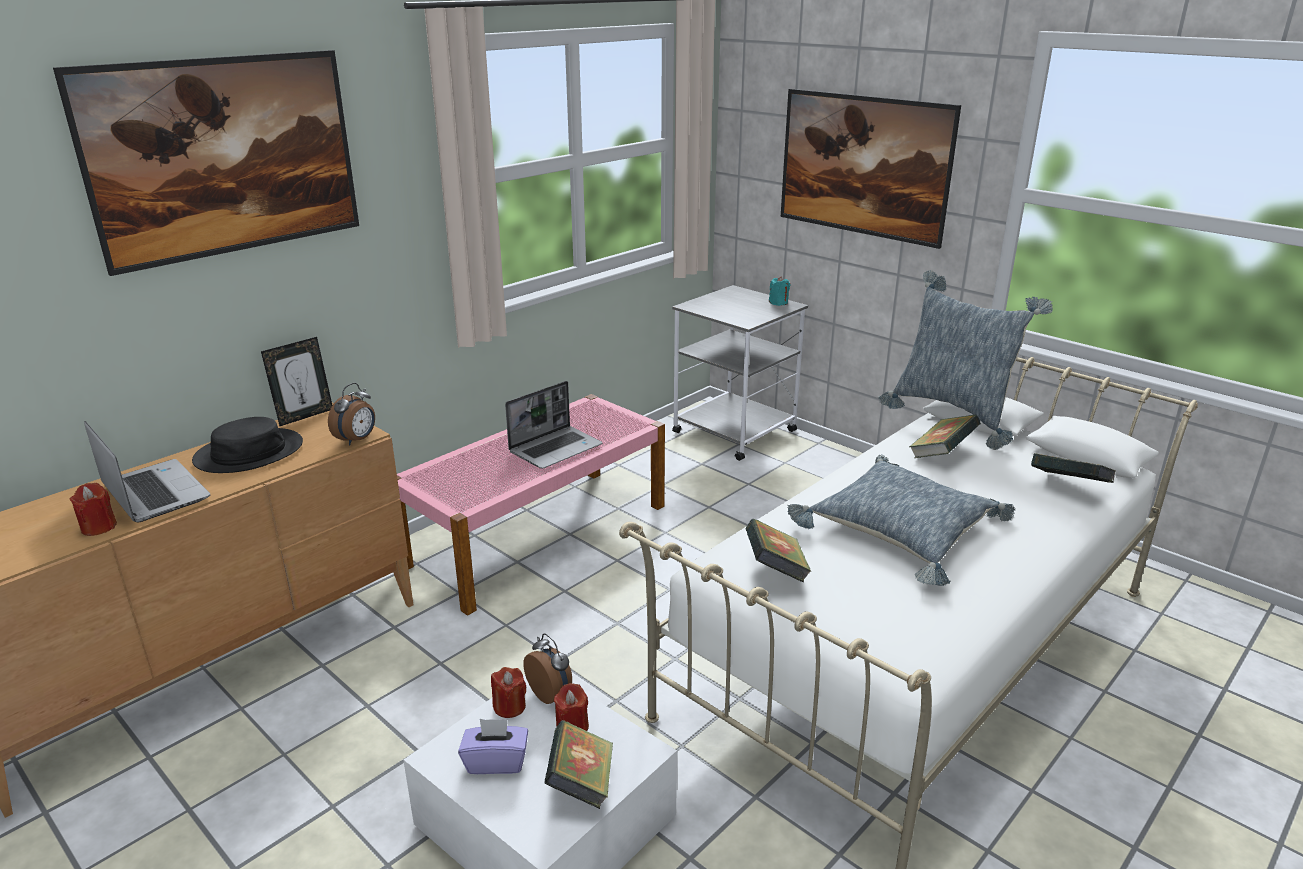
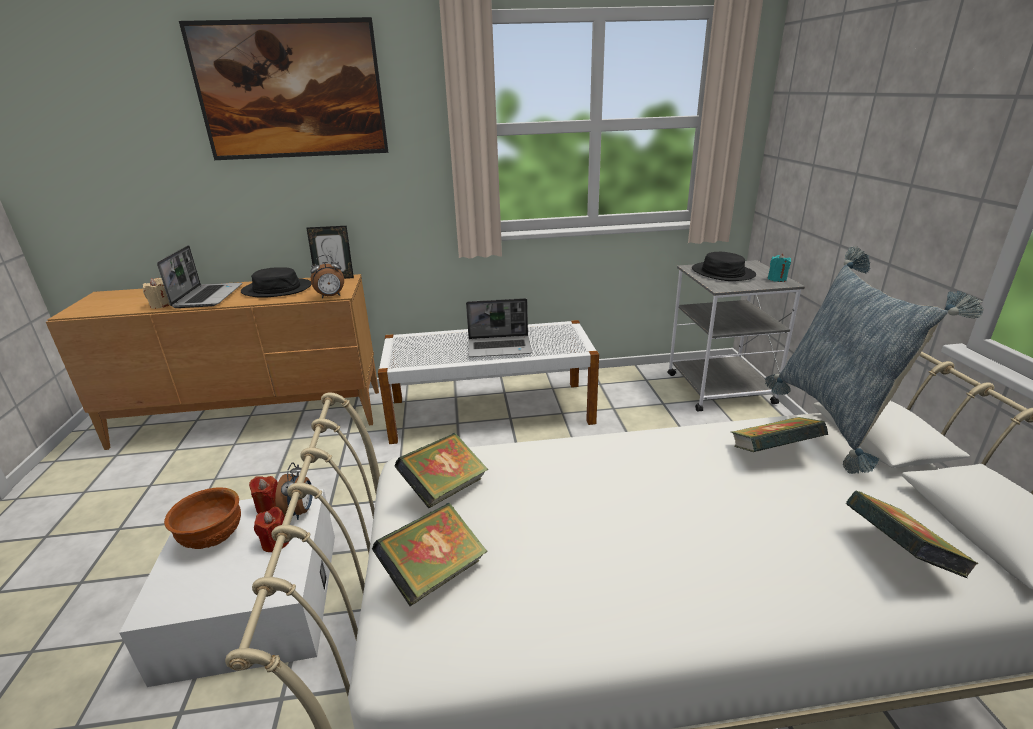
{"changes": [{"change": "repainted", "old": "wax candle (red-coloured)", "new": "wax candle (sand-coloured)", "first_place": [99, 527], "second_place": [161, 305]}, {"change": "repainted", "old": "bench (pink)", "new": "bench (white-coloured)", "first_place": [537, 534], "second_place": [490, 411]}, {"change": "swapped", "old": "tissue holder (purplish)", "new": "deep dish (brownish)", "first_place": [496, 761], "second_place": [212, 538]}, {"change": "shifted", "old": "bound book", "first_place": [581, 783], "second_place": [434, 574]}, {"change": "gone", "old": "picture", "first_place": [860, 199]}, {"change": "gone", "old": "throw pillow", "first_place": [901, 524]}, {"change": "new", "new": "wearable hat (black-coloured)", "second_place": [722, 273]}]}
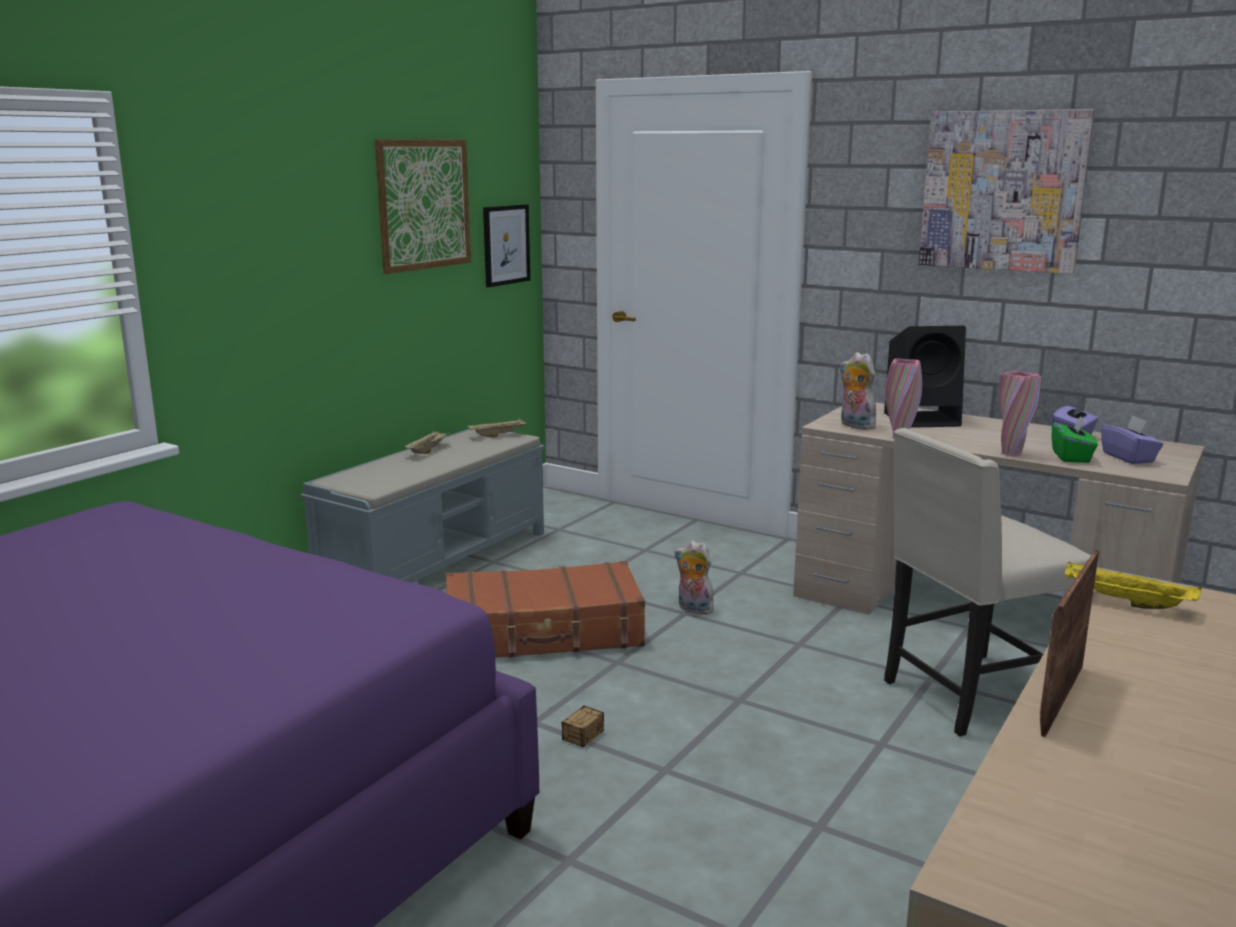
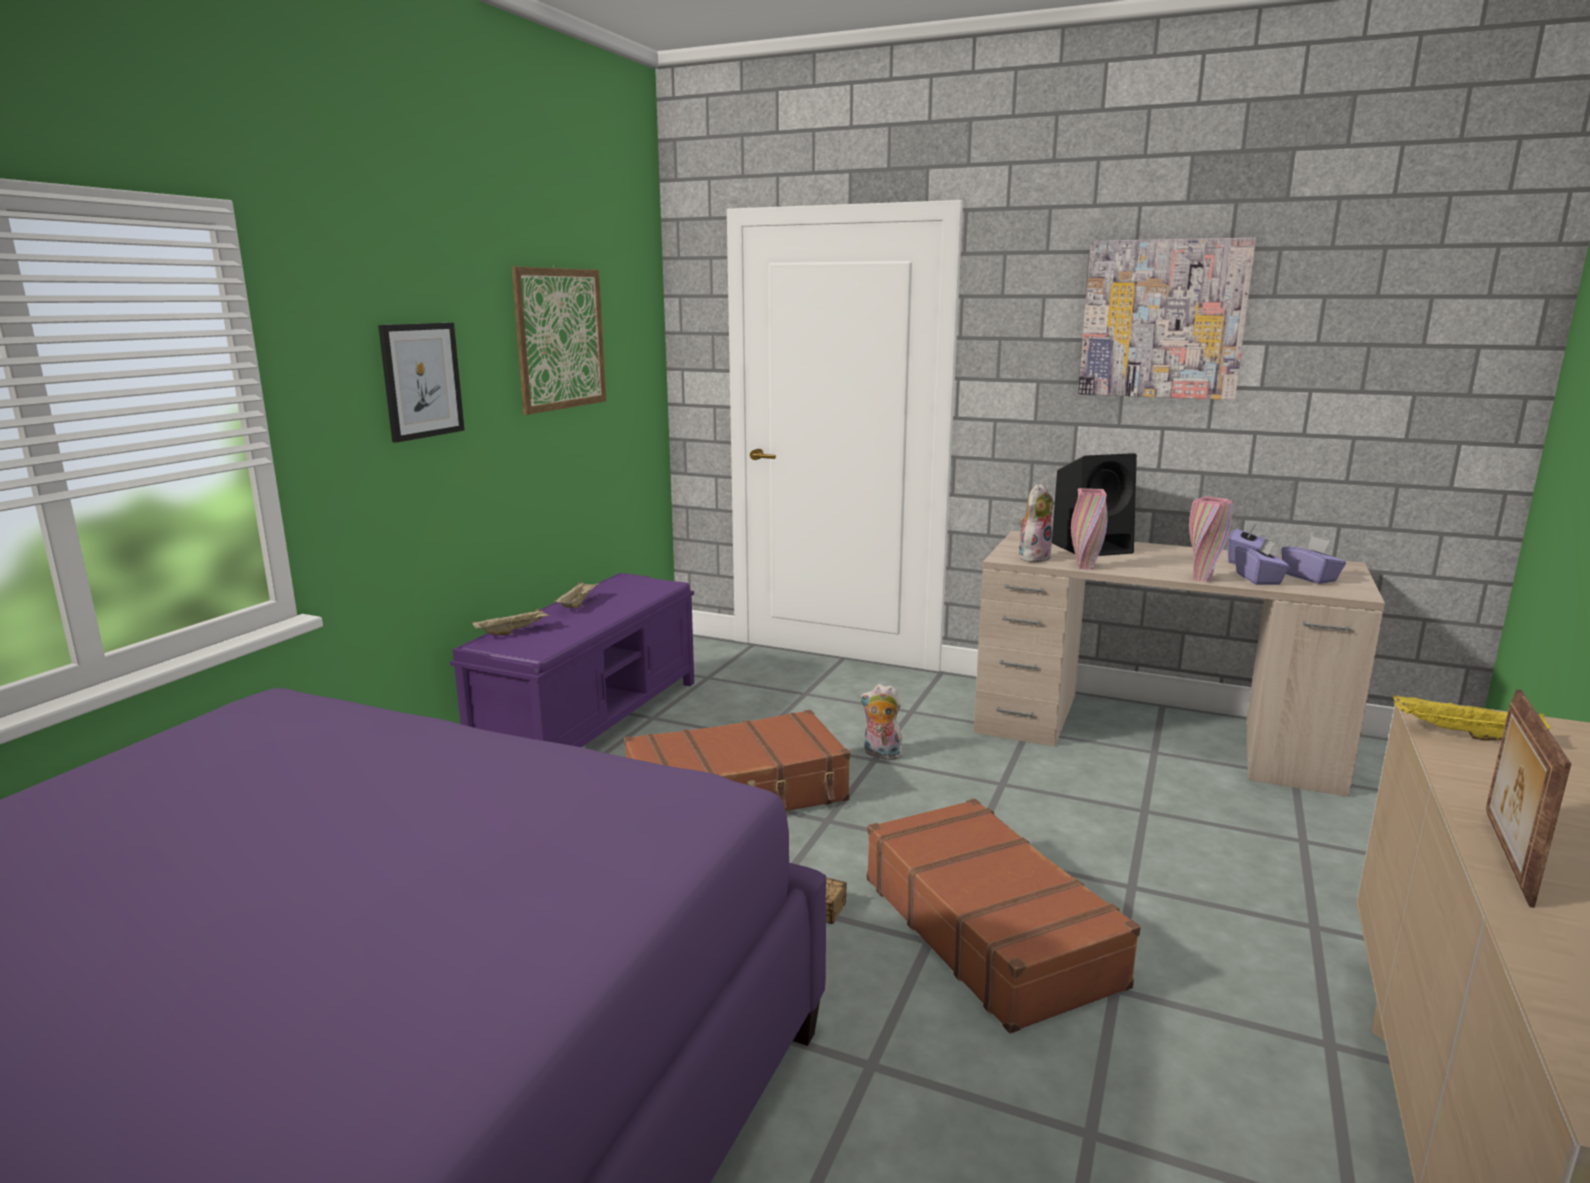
{"changes": [{"change": "repainted", "old": "bench (gray)", "new": "bench (purplish)", "first_place": [438, 561], "second_place": [592, 722]}, {"change": "shifted", "old": "carrying tray (sand-coloured)", "first_place": [499, 435], "second_place": [513, 631]}, {"change": "shifted", "old": "picture", "first_place": [506, 245], "second_place": [421, 380]}, {"change": "rotated", "old": "cuddly toy", "first_place": [854, 425], "second_place": [1033, 557], "degrees": 90}, {"change": "gone", "old": "plain chair (sand-coloured)", "first_place": [970, 696]}, {"change": "repainted", "old": "tissue holder (green)", "new": "tissue holder (purplish)", "first_place": [1071, 457], "second_place": [1259, 579]}, {"change": "new", "new": "suitcase (brownish)", "second_place": [989, 929]}]}
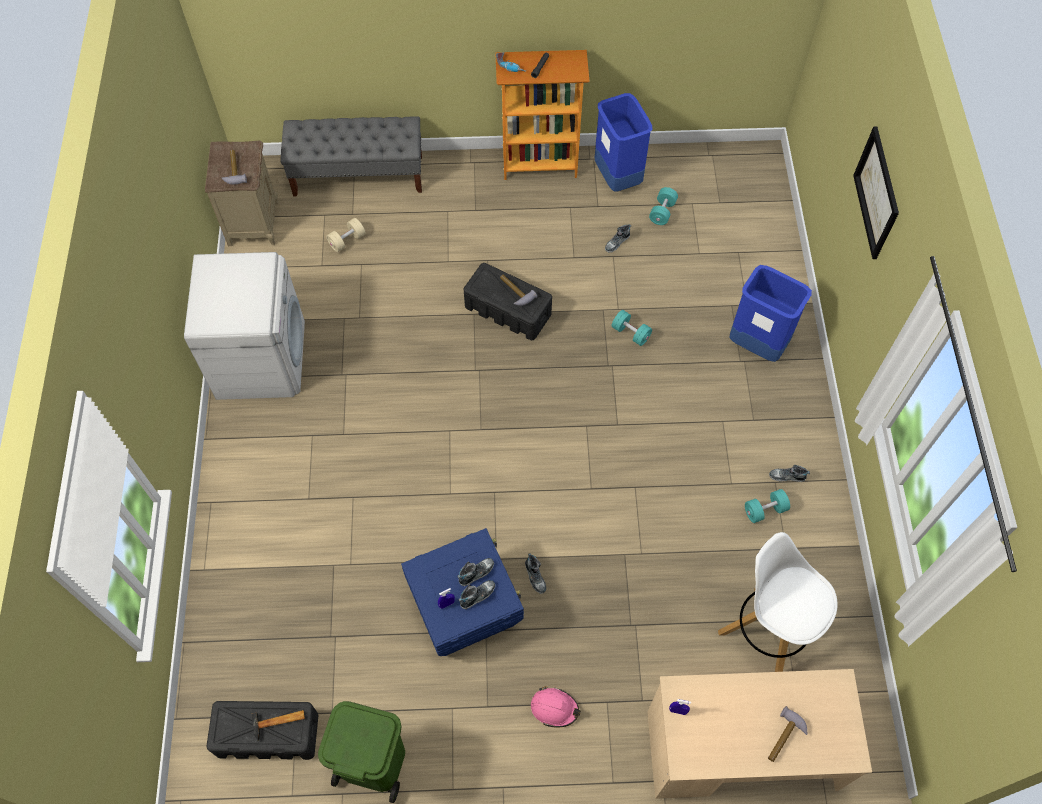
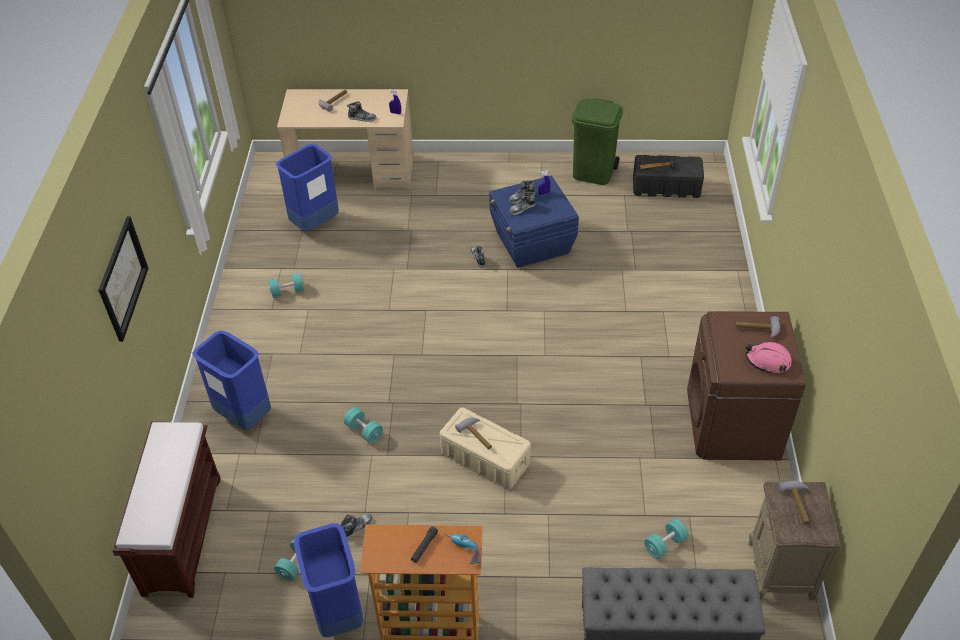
{"changes": [{"change": "repainted", "old": "laundry appliance (white-coloured)", "new": "laundry appliance (brownish)", "first_place": [262, 357], "second_place": [731, 423]}, {"change": "repainted", "old": "free weight (sand-coloured)", "new": "free weight (blue-green)", "first_place": [347, 240], "second_place": [665, 544]}, {"change": "repainted", "old": "storage box (black-coloured)", "new": "storage box (sand-coloured)", "first_place": [508, 311], "second_place": [484, 458]}, {"change": "shifted", "old": "hard hat (pink)", "first_place": [554, 708], "second_place": [767, 361]}, {"change": "swapped", "old": "stool seat (white-coloured)", "new": "waste bin (blue)", "first_place": [765, 633], "second_place": [315, 223]}, {"change": "shifted", "old": "item of footwear", "first_place": [787, 476], "second_place": [362, 118]}, {"change": "new", "new": "bench (brownish)", "second_place": [182, 533]}, {"change": "new", "new": "tool hammer", "second_place": [757, 329]}]}
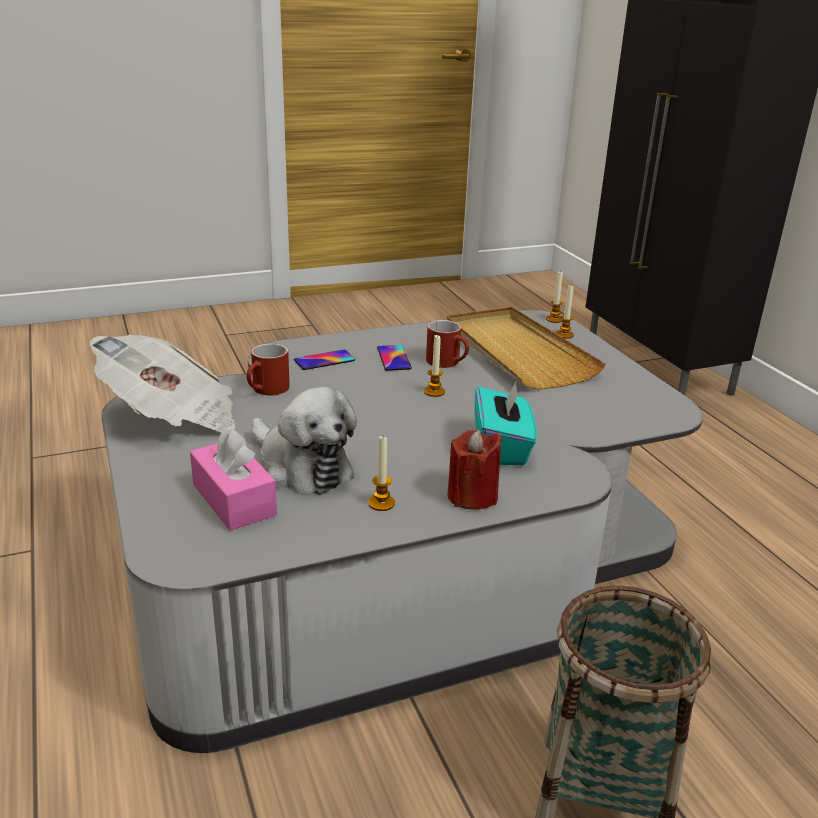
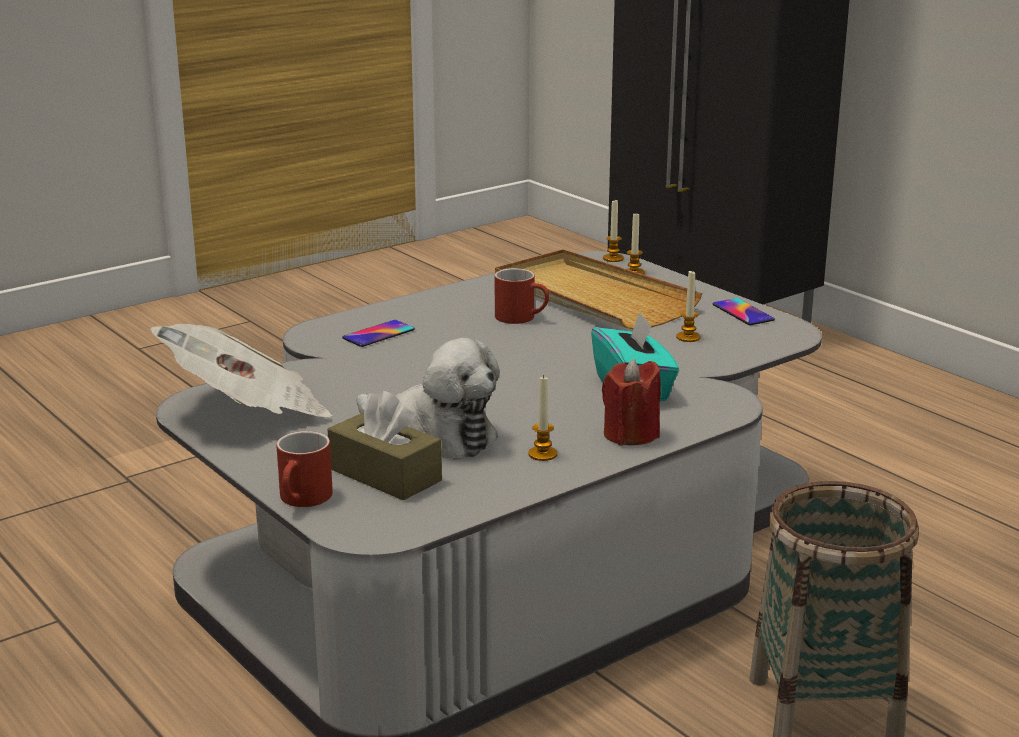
{"changes": [{"change": "repainted", "old": "tissue holder (pink)", "new": "tissue holder (brownish)", "first_place": [234, 500], "second_place": [385, 475]}, {"change": "shifted", "old": "coffee mug (red-coloured)", "first_place": [267, 390], "second_place": [304, 500]}, {"change": "shifted", "old": "phone", "first_place": [394, 358], "second_place": [743, 312]}, {"change": "shifted", "old": "wax candle", "first_place": [434, 392], "second_place": [688, 337]}]}
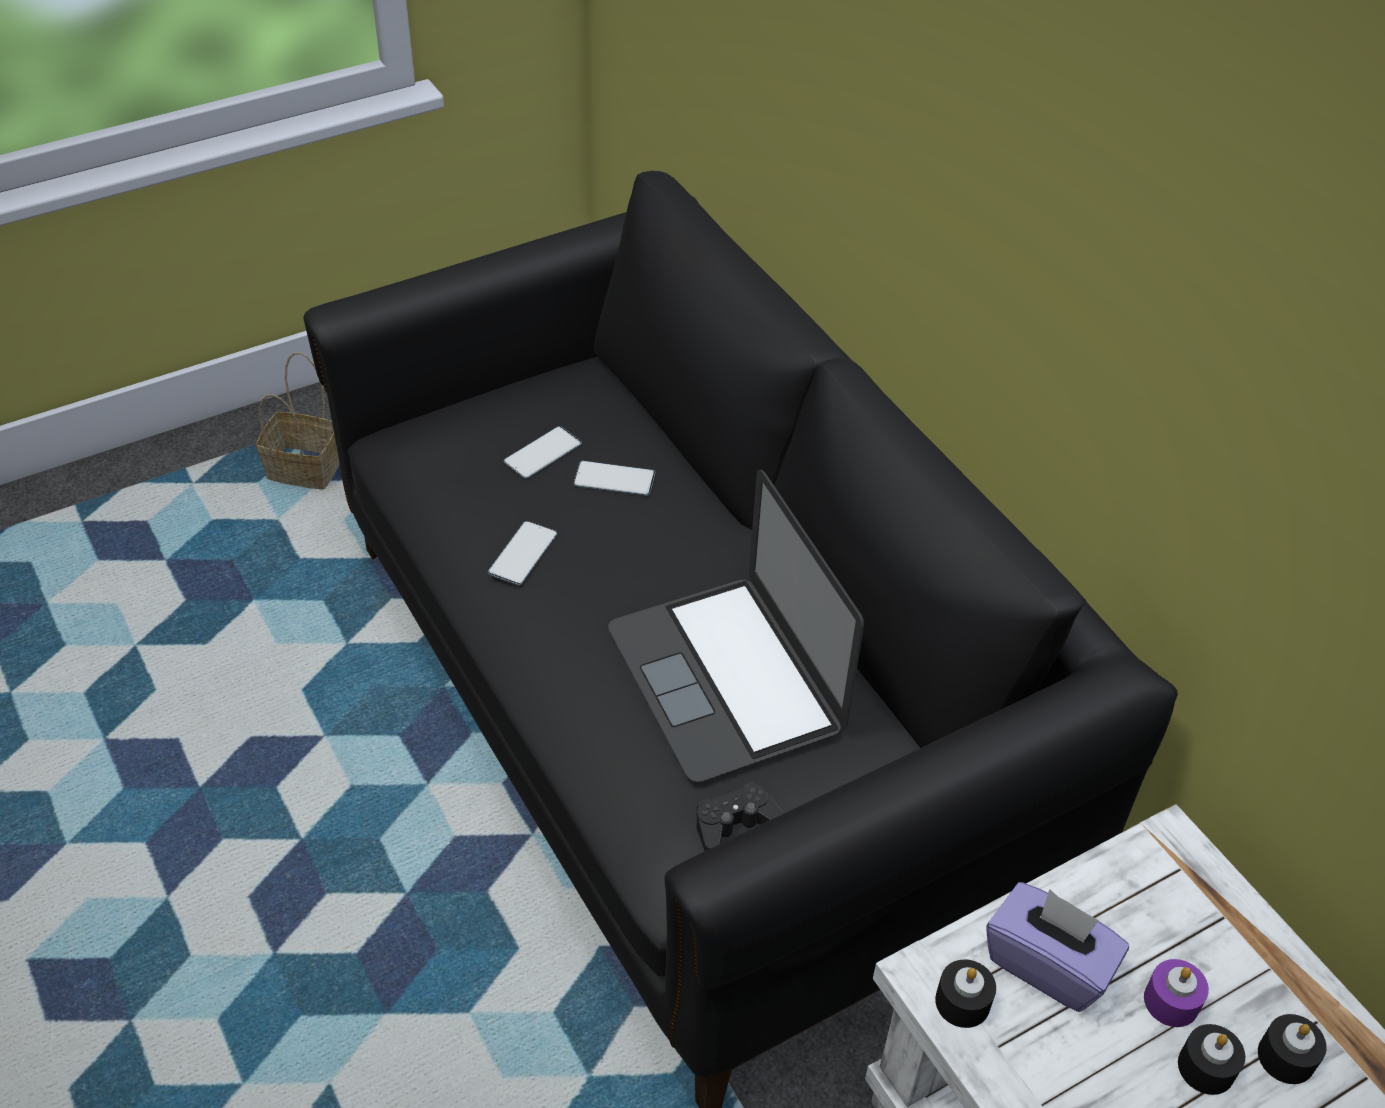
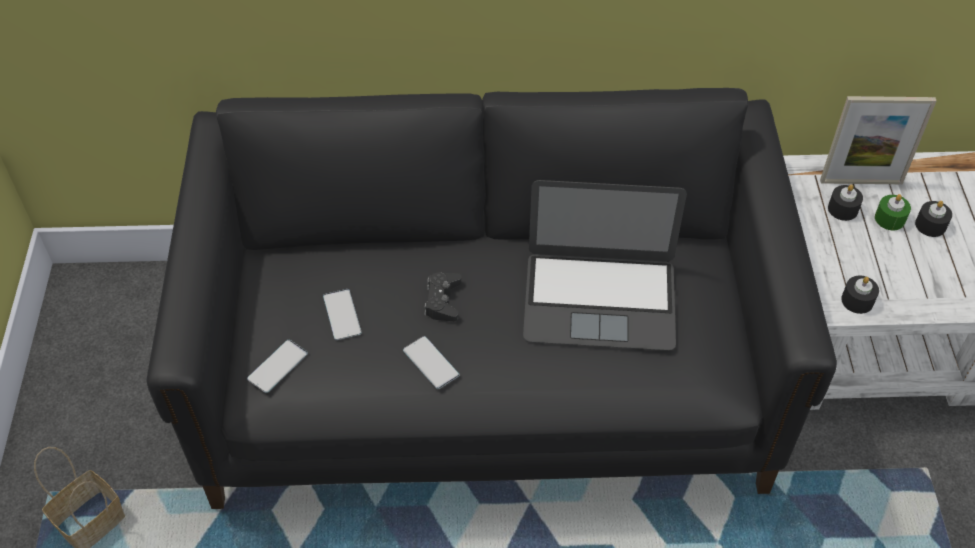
{"changes": [{"change": "shifted", "old": "phone", "first_place": [614, 479], "second_place": [277, 366]}, {"change": "shifted", "old": "joypad (black-coloured)", "first_place": [735, 824], "second_place": [442, 301]}, {"change": "gone", "old": "tissue holder (purplish)", "first_place": [1048, 964]}, {"change": "repainted", "old": "wax candle (purplish)", "new": "wax candle (green)", "first_place": [1171, 1001], "second_place": [889, 219]}, {"change": "shifted", "old": "wax candle (black-coloured)", "first_place": [1286, 1057], "second_place": [842, 209]}, {"change": "new", "new": "picture frame", "second_place": [861, 182]}]}
